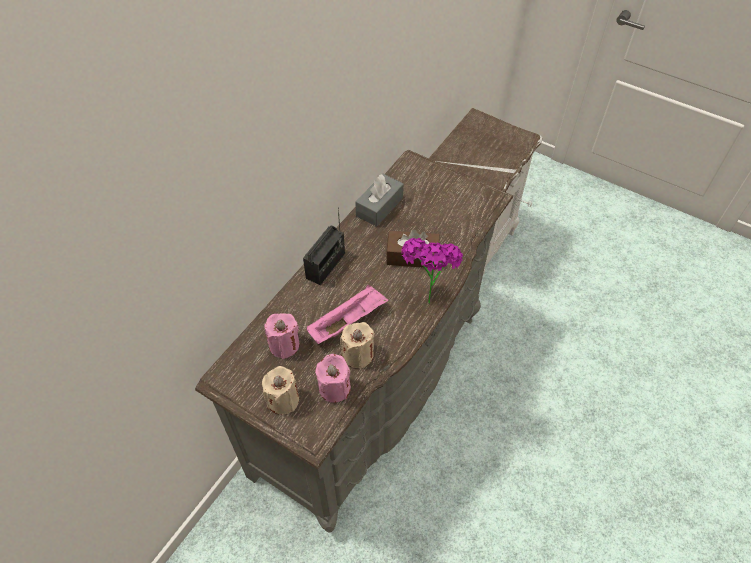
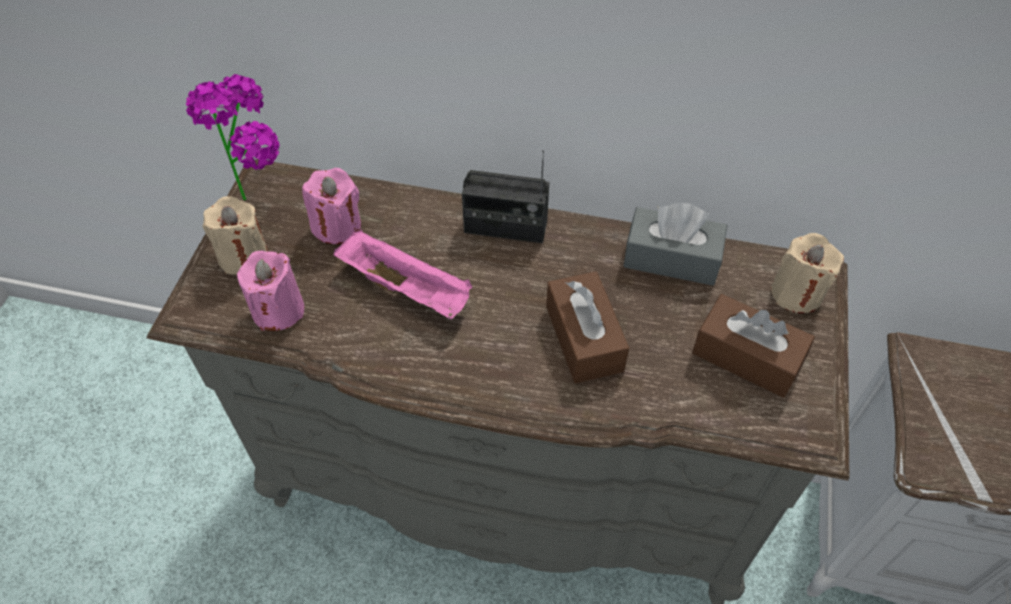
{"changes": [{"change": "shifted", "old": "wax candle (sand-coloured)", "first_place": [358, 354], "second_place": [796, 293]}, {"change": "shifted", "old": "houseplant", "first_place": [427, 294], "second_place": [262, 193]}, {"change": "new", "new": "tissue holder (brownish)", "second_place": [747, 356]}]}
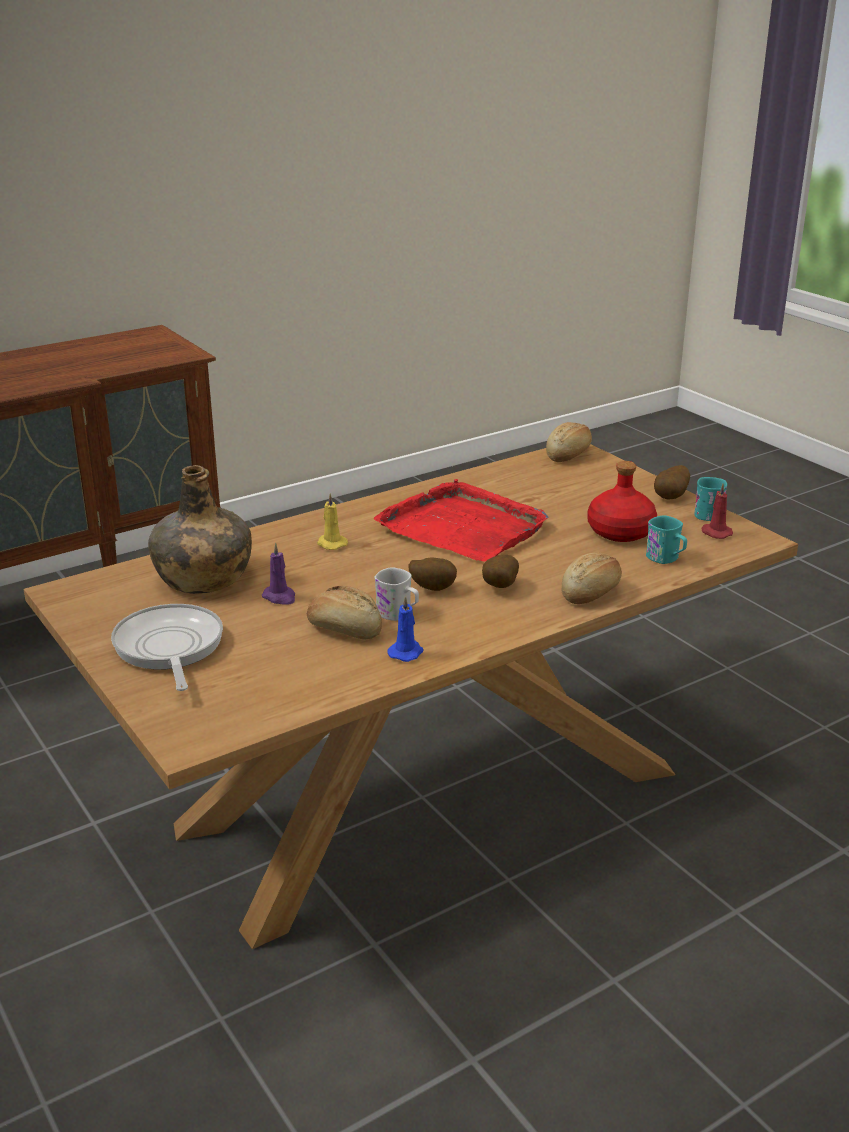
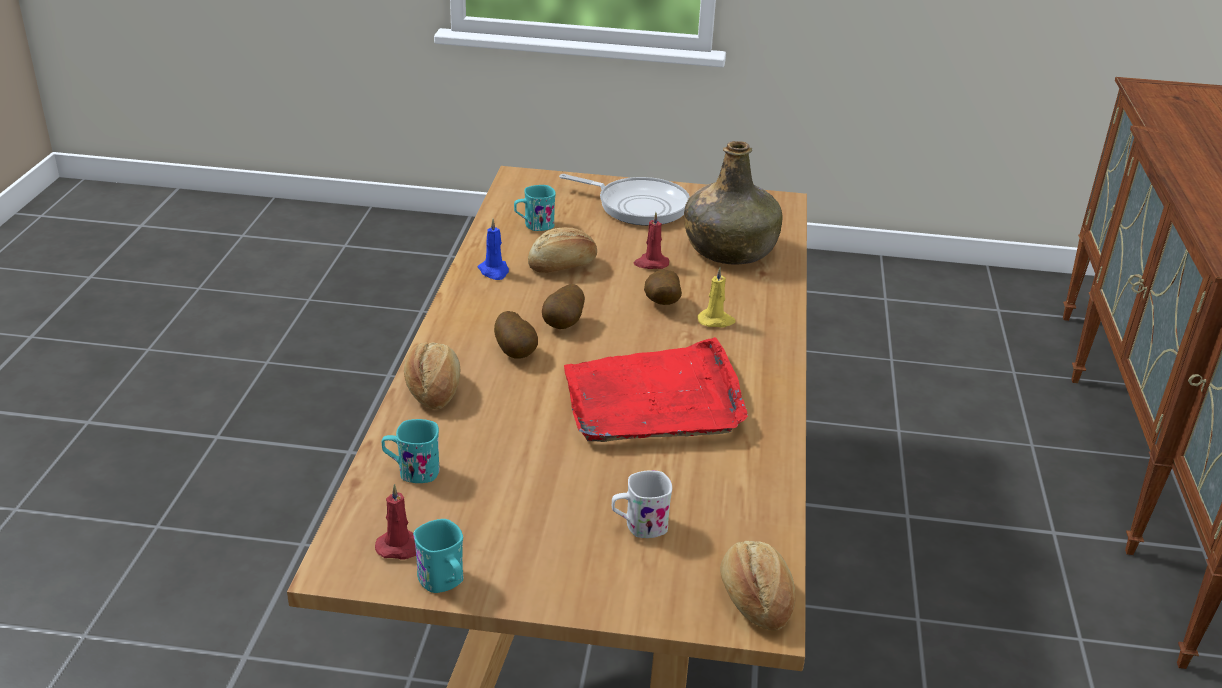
{"changes": [{"change": "repainted", "old": "wax candle (purplish)", "new": "wax candle (red-coloured)", "first_place": [280, 597], "second_place": [651, 263]}, {"change": "shifted", "old": "coffee mug (white-coloured)", "first_place": [398, 614], "second_place": [639, 526]}, {"change": "gone", "old": "beverage bottle (red-coloured)", "first_place": [619, 531]}, {"change": "shifted", "old": "spud", "first_place": [671, 497], "second_place": [661, 304]}, {"change": "new", "new": "coffee mug (blue-green)", "second_place": [534, 225]}]}
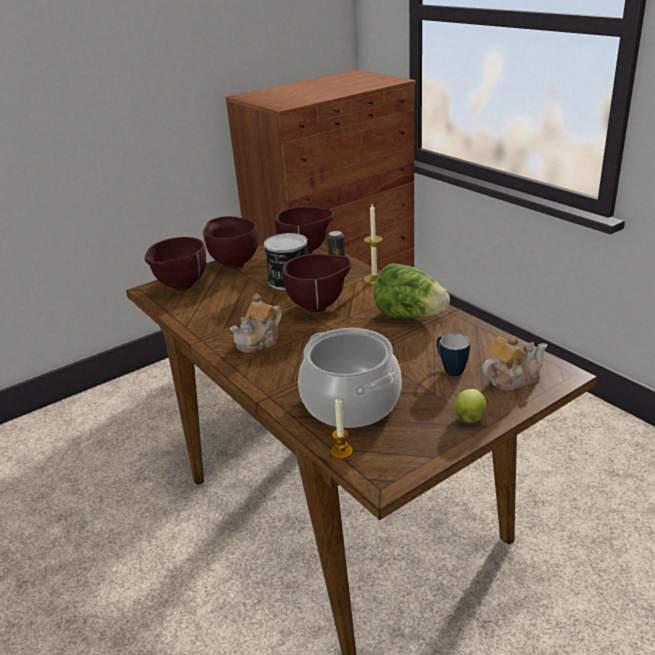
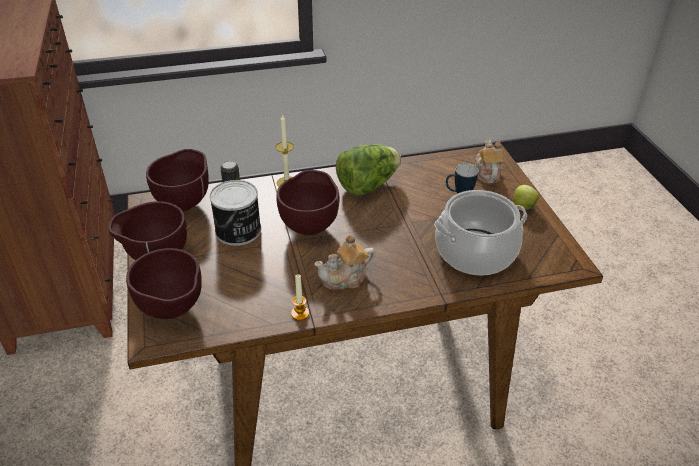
{"changes": [{"change": "rotated", "old": "tea pot", "first_place": [259, 342], "second_place": [345, 278], "degrees": 90}, {"change": "shifted", "old": "wax candle", "first_place": [341, 451], "second_place": [300, 313]}]}
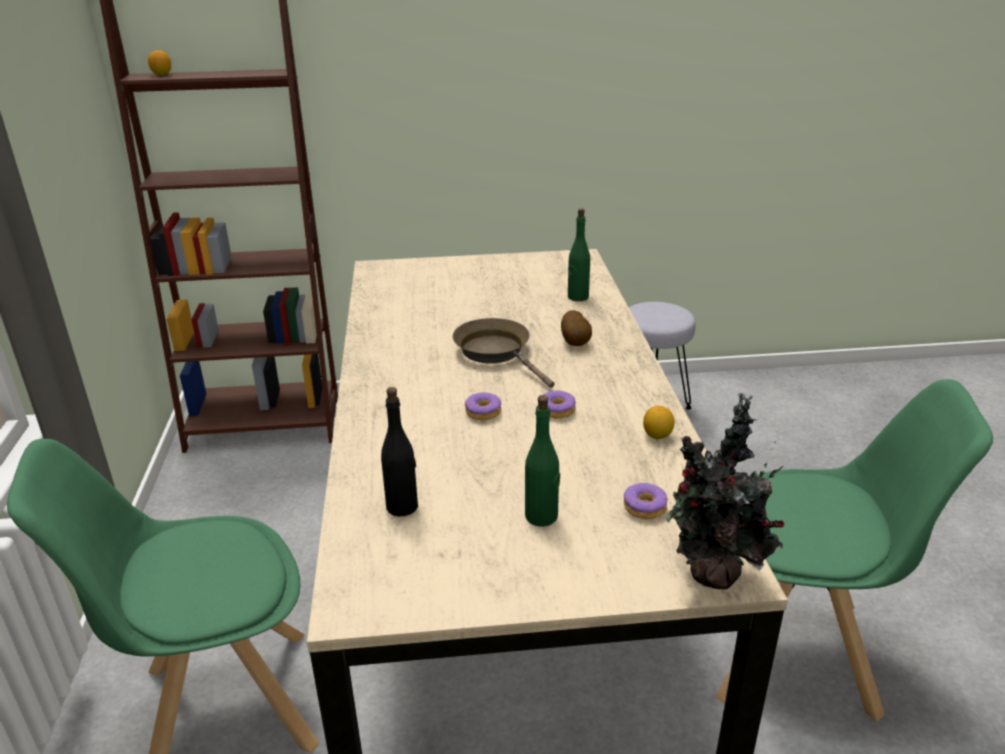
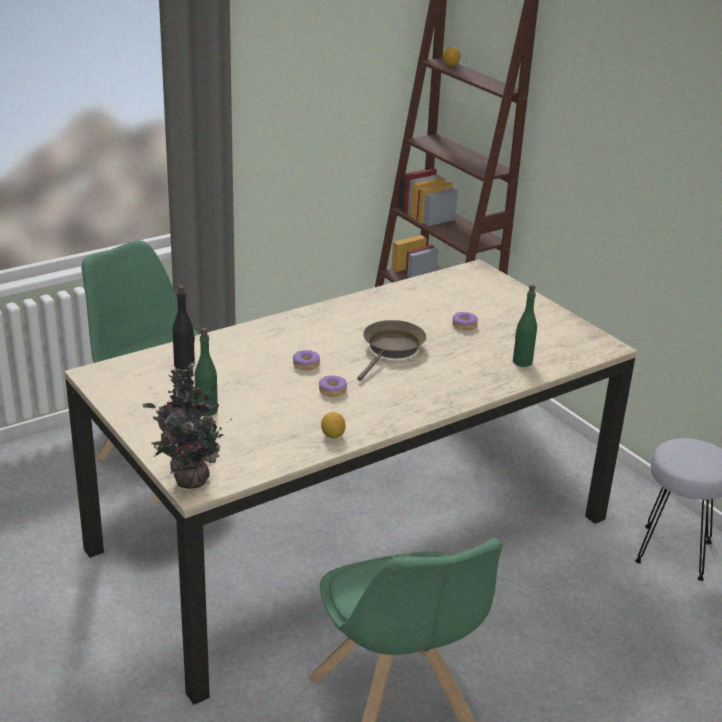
{"changes": [{"change": "gone", "old": "spud", "first_place": [576, 343]}, {"change": "shifted", "old": "donut", "first_place": [645, 507], "second_place": [464, 325]}]}
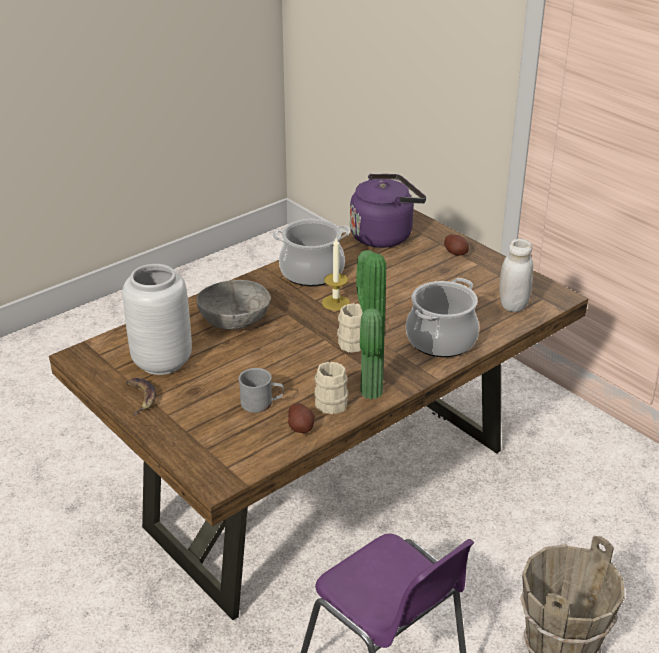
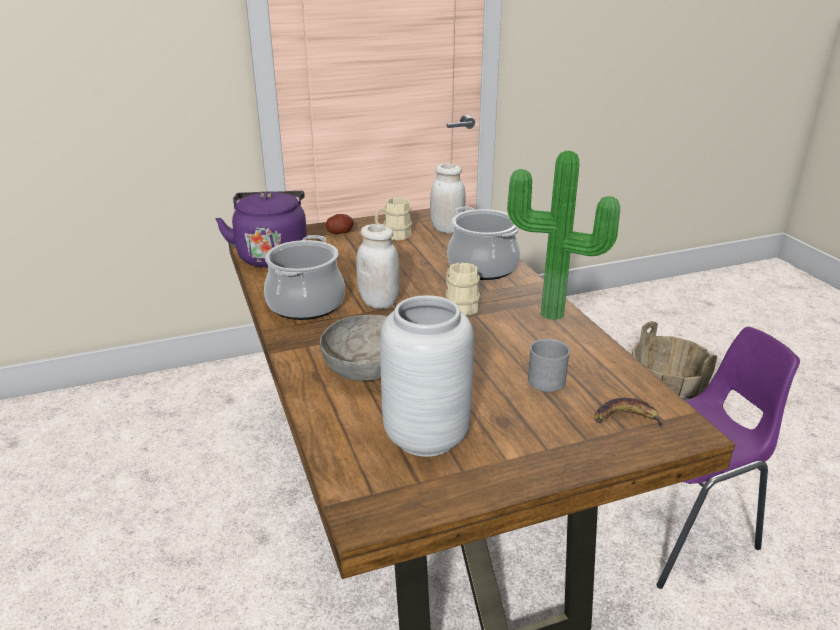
{"changes": [{"change": "shifted", "old": "banana fruit", "first_place": [140, 397], "second_place": [625, 418]}, {"change": "gone", "old": "spud", "first_place": [301, 427]}, {"change": "shifted", "old": "coffee mug (sand-coloured)", "first_place": [328, 401], "second_place": [393, 235]}, {"change": "swapped", "old": "wax candle", "new": "preserve jar (white-coloured)", "first_place": [335, 303], "second_place": [379, 302]}]}
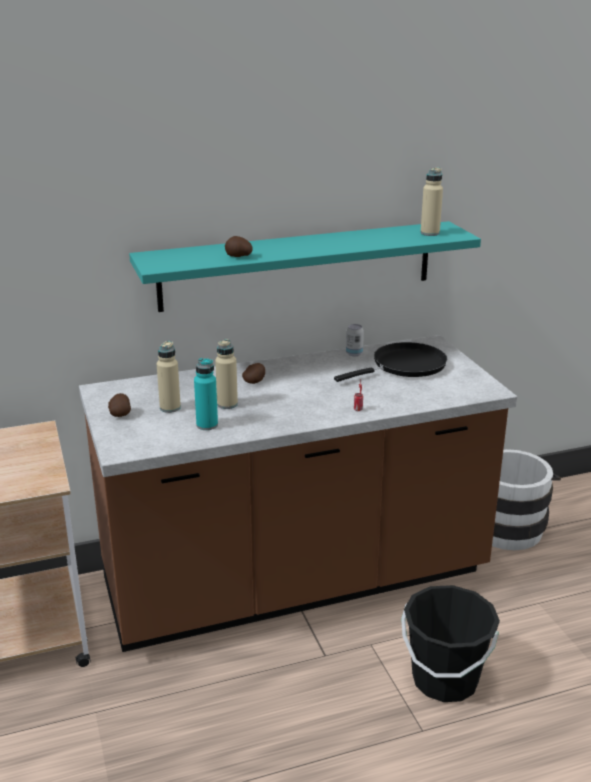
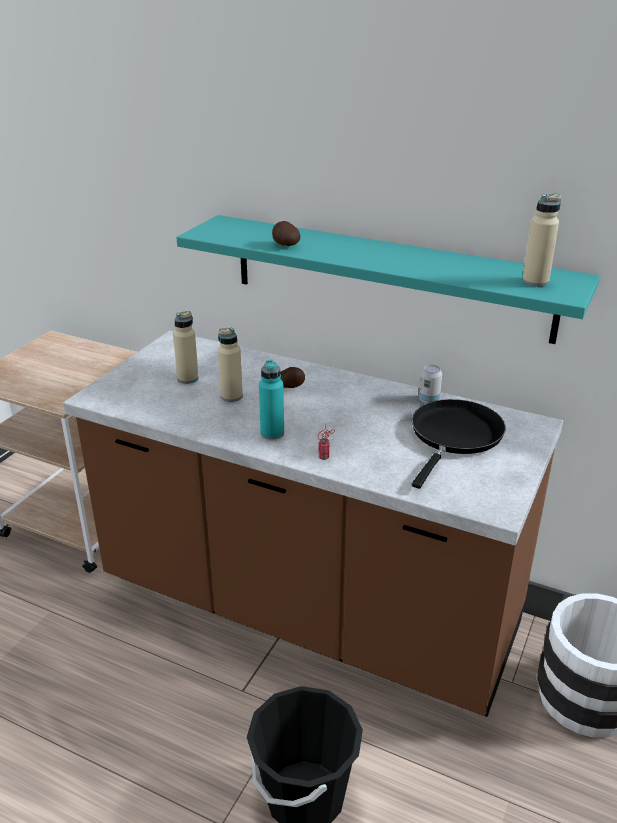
{"changes": [{"change": "gone", "old": "spud", "first_place": [120, 414]}, {"change": "shifted", "old": "beverage bottle (blue-green)", "first_place": [207, 425], "second_place": [272, 433]}, {"change": "rotated", "old": "pan (black-coloured)", "first_place": [404, 366], "second_place": [454, 436], "degrees": -75}]}
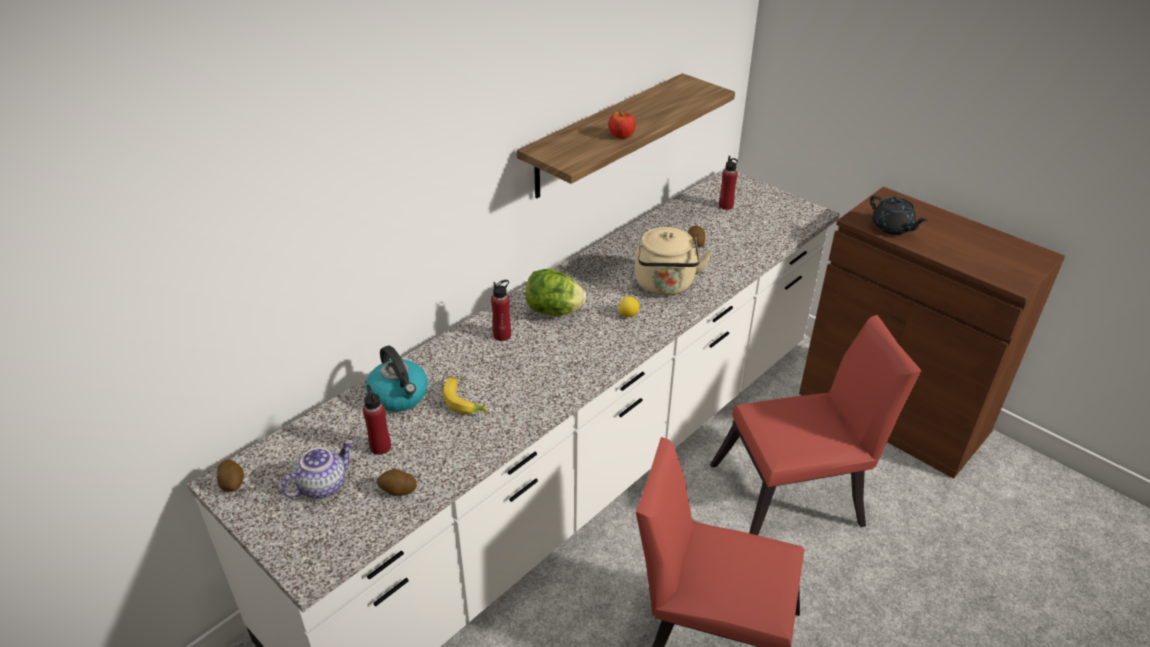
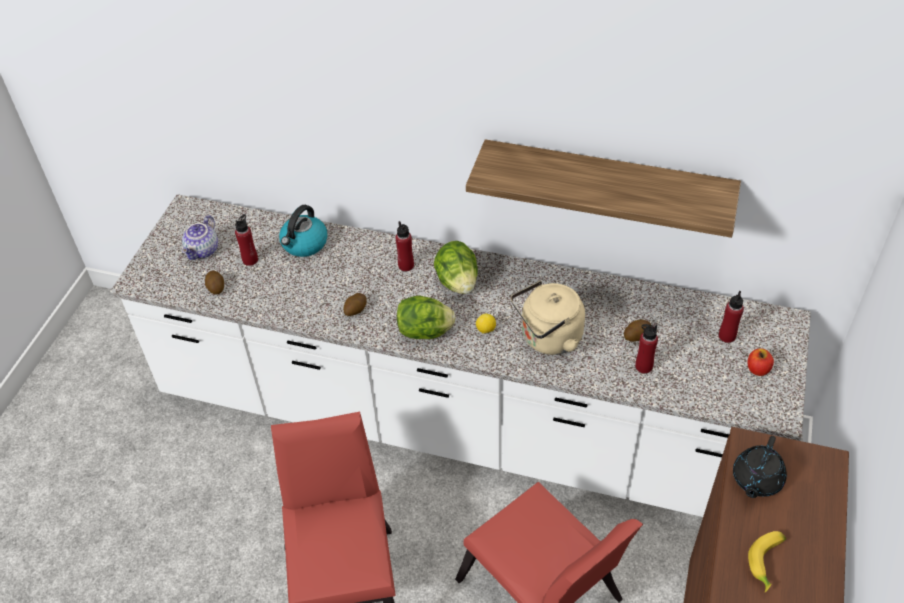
{"changes": [{"change": "shifted", "old": "spud", "first_place": [233, 483], "second_place": [355, 310]}, {"change": "rotated", "old": "tea pot", "first_place": [322, 485], "second_place": [203, 251], "degrees": 90}, {"change": "shifted", "old": "banana fruit", "first_place": [465, 402], "second_place": [768, 563]}, {"change": "shifted", "old": "apple", "first_place": [621, 135], "second_place": [758, 369]}, {"change": "new", "new": "lettuce head", "second_place": [425, 332]}, {"change": "new", "new": "beverage bottle (red-coloured)", "second_place": [643, 366]}]}
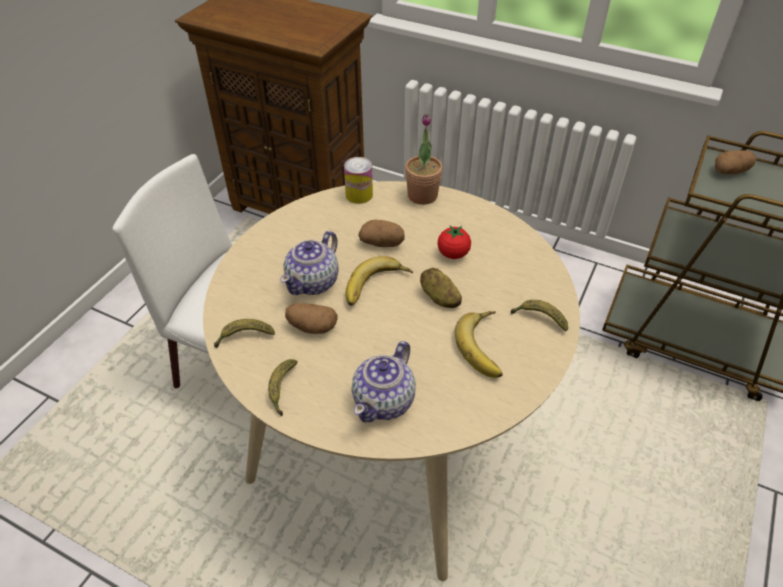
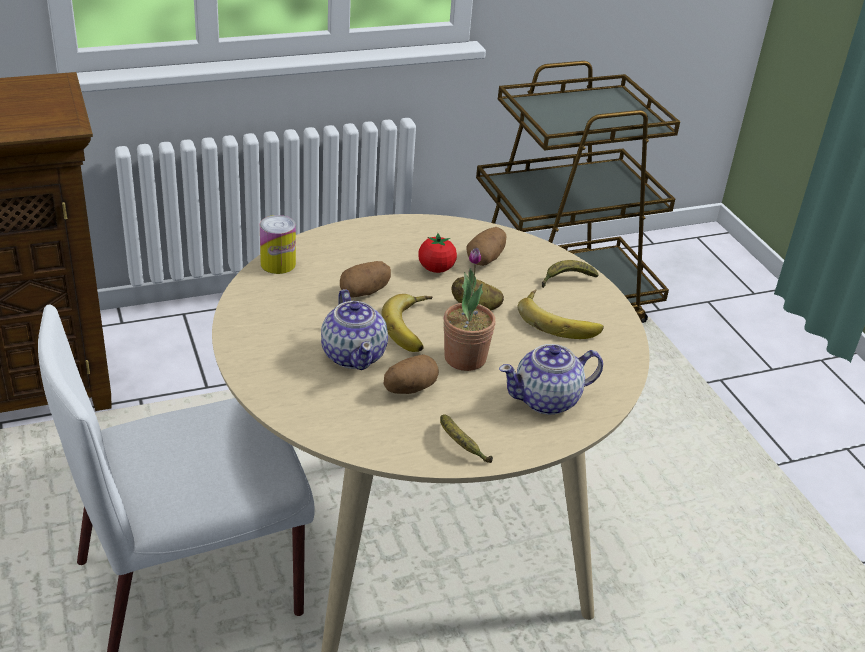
{"changes": [{"change": "gone", "old": "banana fruit", "first_place": [244, 337]}, {"change": "rotated", "old": "tea pot", "first_place": [385, 400], "second_place": [547, 400], "degrees": 90}, {"change": "shifted", "old": "houseplant", "first_place": [422, 195], "second_place": [465, 358]}, {"change": "shifted", "old": "spud", "first_place": [730, 171], "second_place": [486, 258]}]}
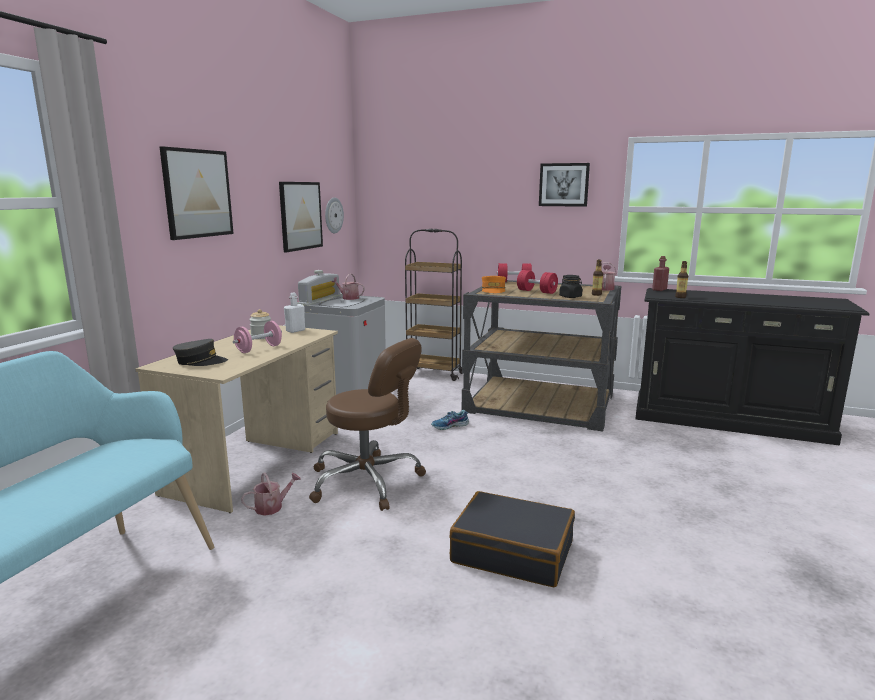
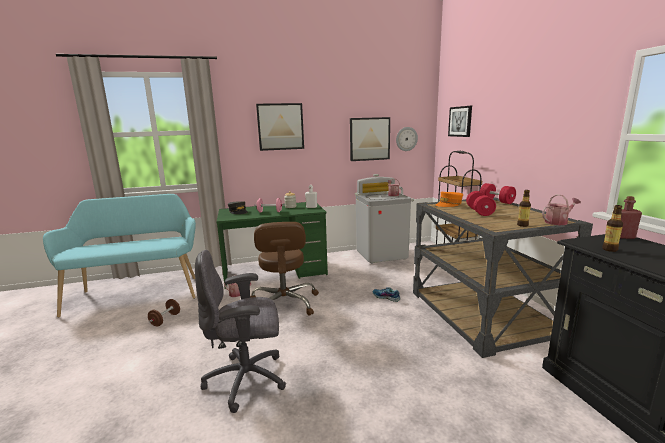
{"changes": [{"change": "repainted", "old": "desk (sand-coloured)", "new": "desk (green)", "first_place": [257, 461], "second_place": [275, 273]}, {"change": "swapped", "old": "suitcase (black-coloured)", "new": "computer chair (gray)", "first_place": [513, 552], "second_place": [247, 379]}, {"change": "shifted", "old": "picture", "first_place": [564, 184], "second_place": [460, 121]}, {"change": "gone", "old": "preserve jar (black-coloured)", "first_place": [570, 297]}, {"change": "new", "new": "free weight (brownish)", "second_place": [165, 320]}]}
